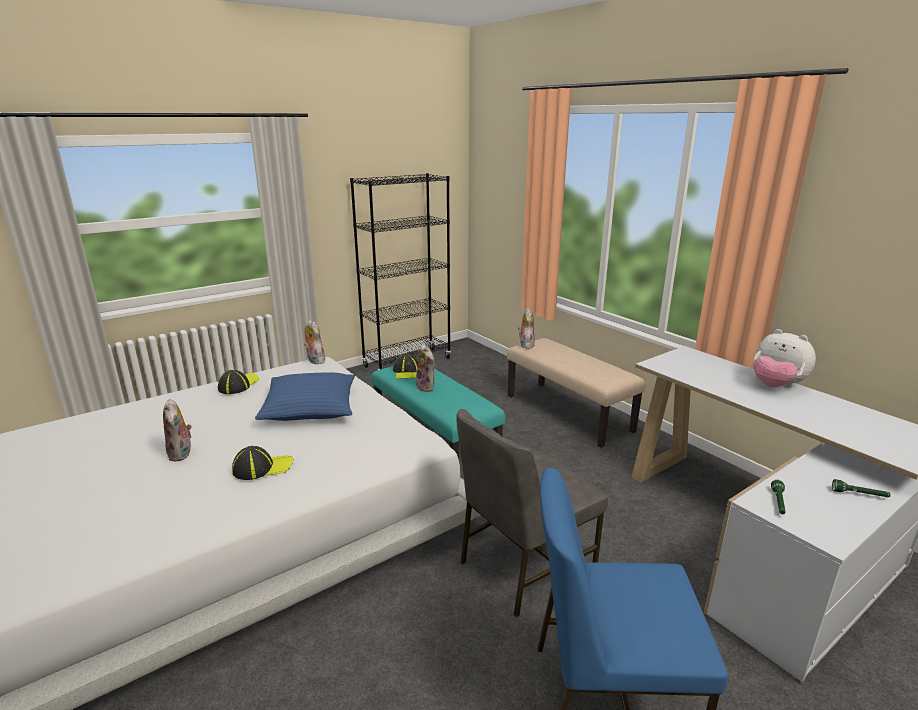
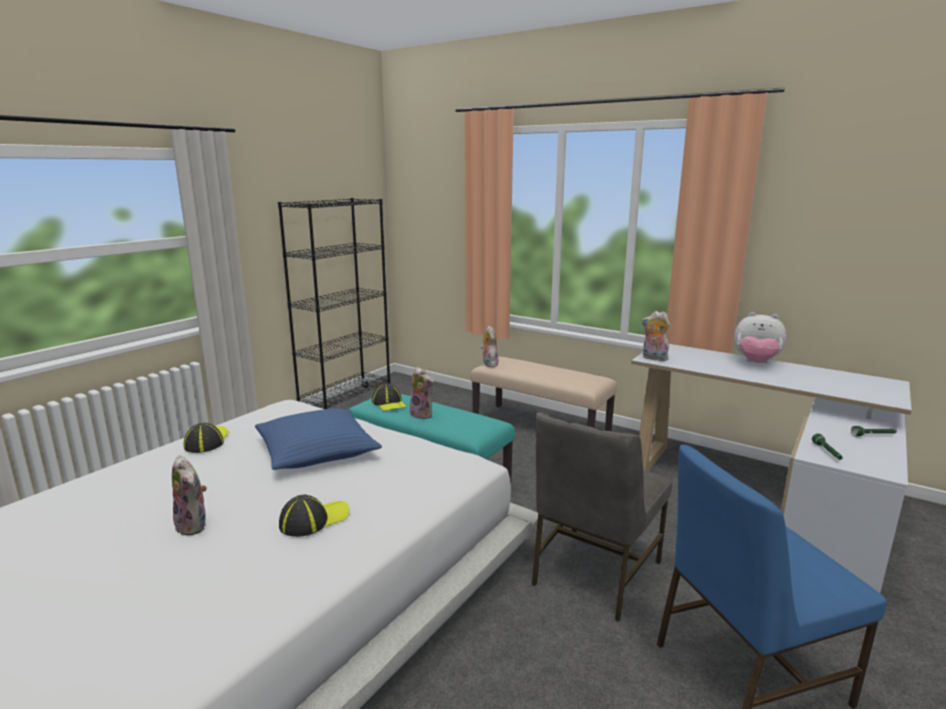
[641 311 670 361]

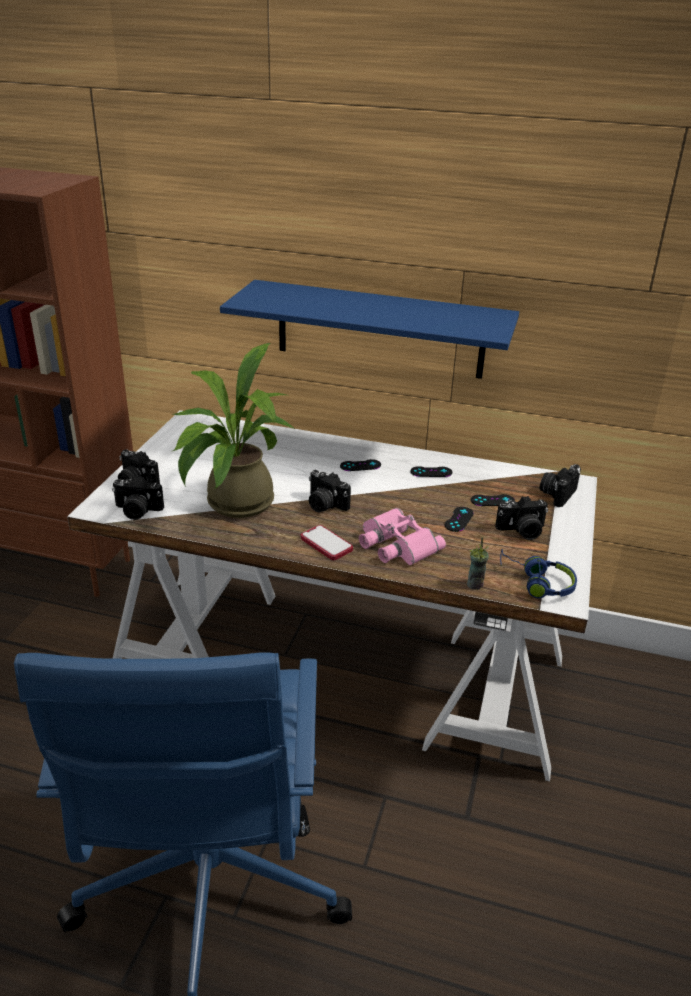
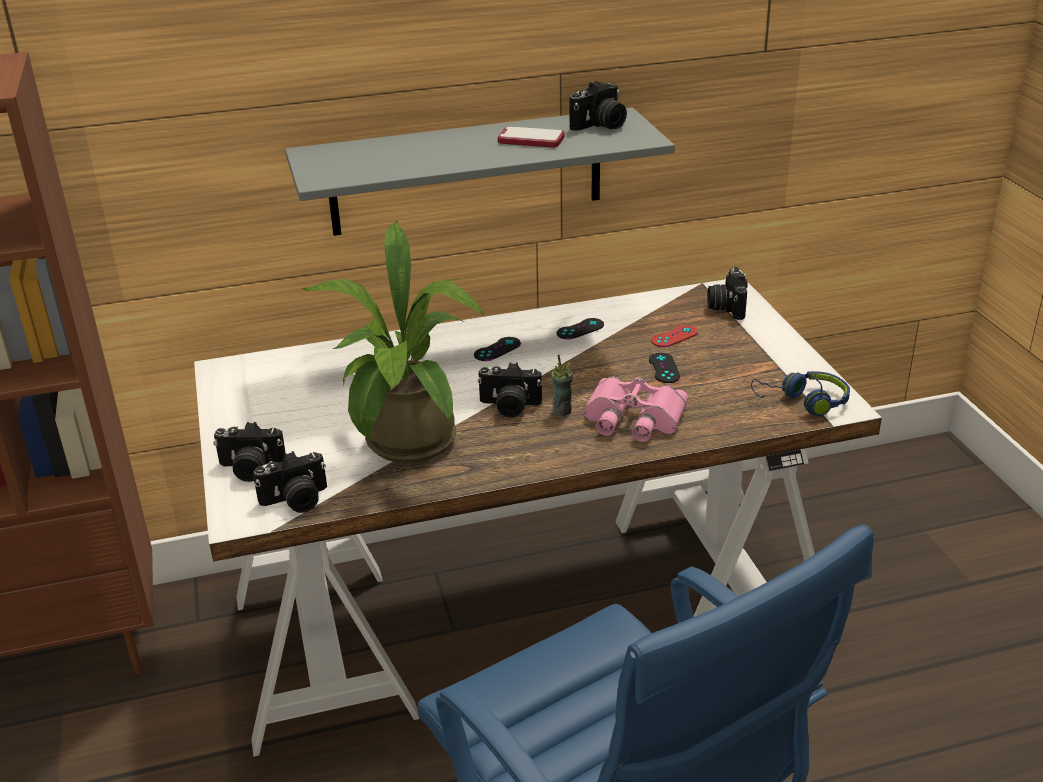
[285 107 675 236]
[498 127 565 147]
[552 355 573 416]
[651 325 698 347]
[569 81 627 131]

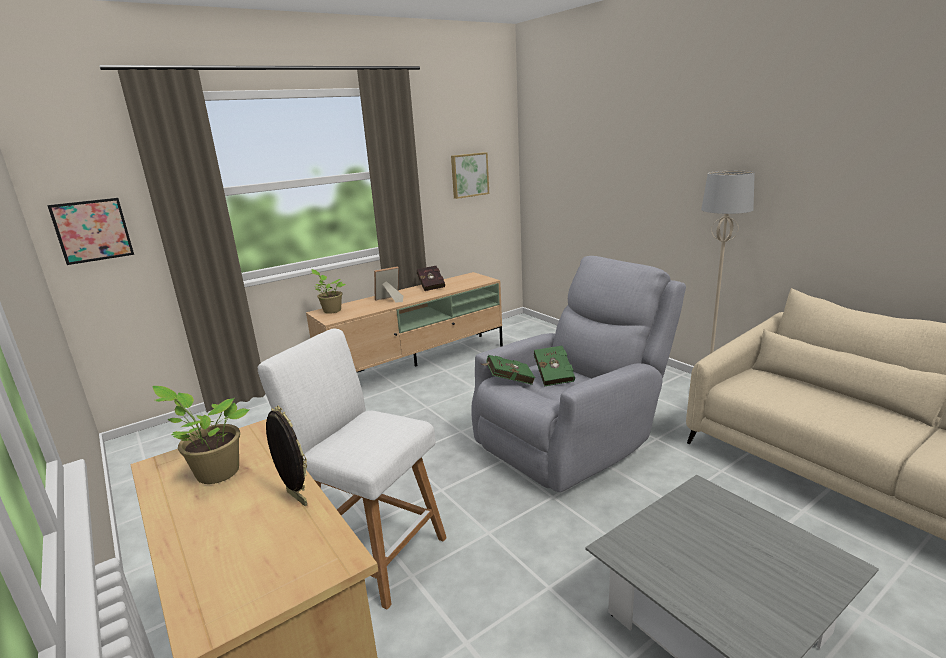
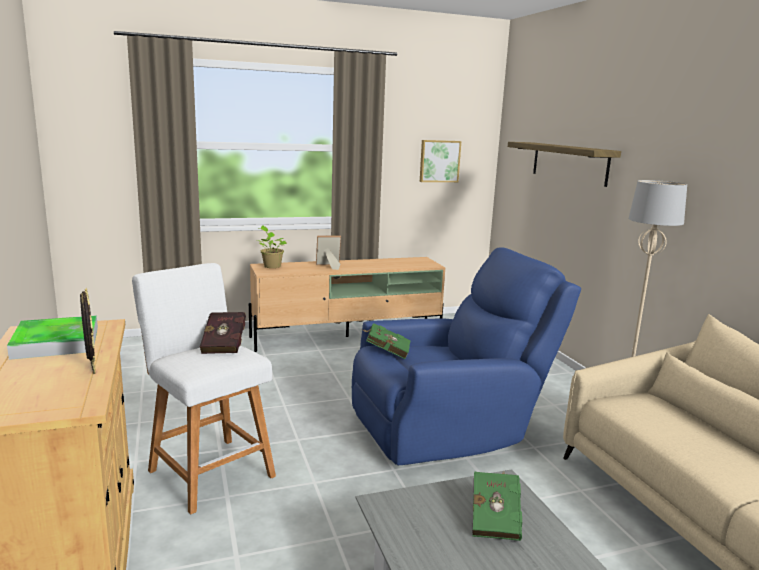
[47 198 134 265] (first image)
[7 315 98 360]
[200 312 246 354]
[352 247 581 465]
[473 472 522 541]
[508 142 621 187]

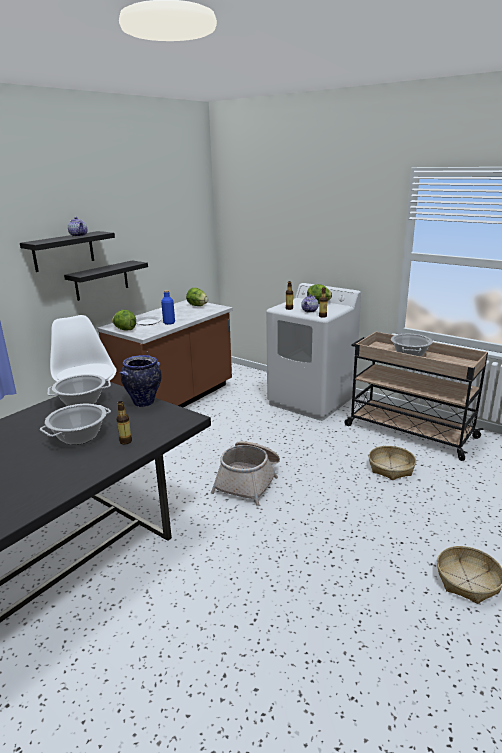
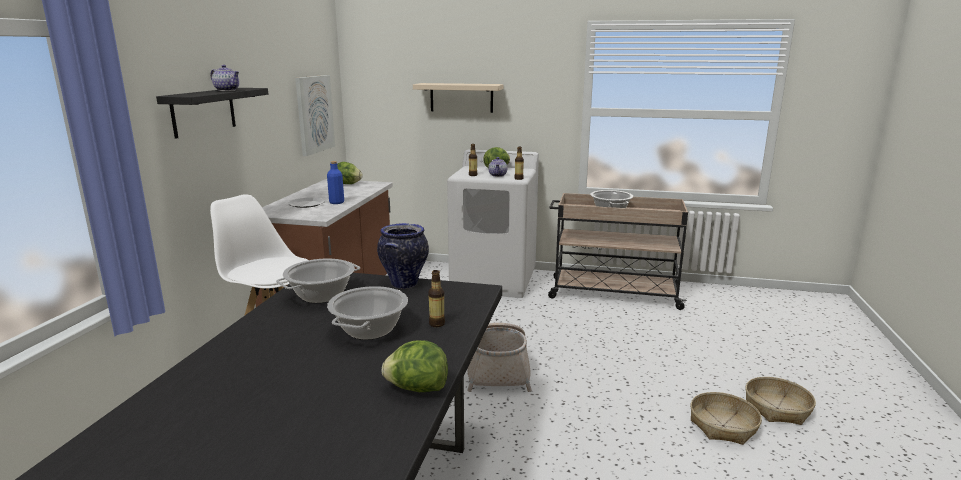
[64 261 148 301] (first image)
[382 340 448 392]
[690 392 762 445]
[295 75 335 156]
[413 83 504 113]

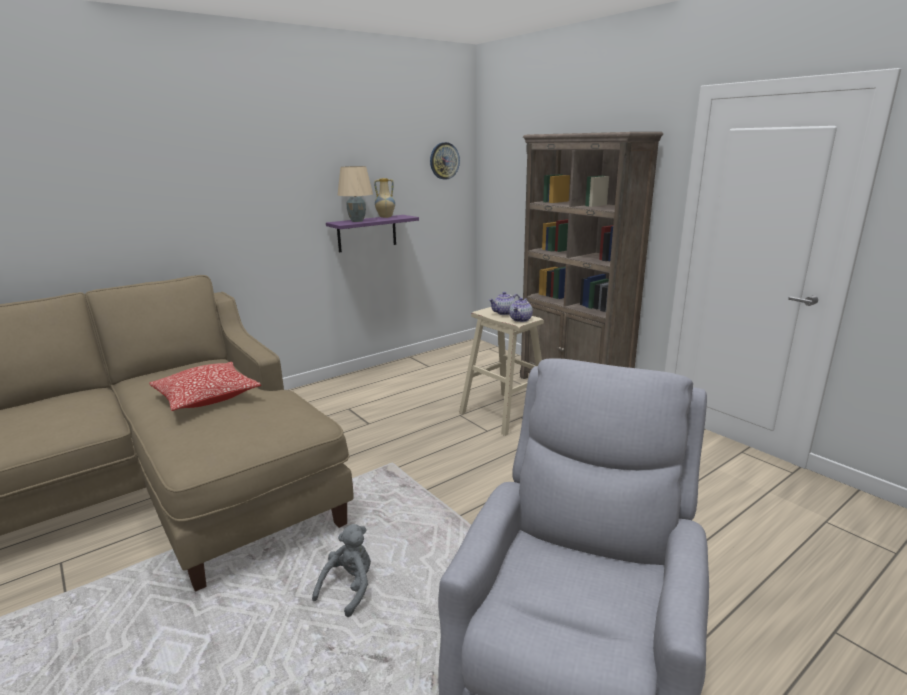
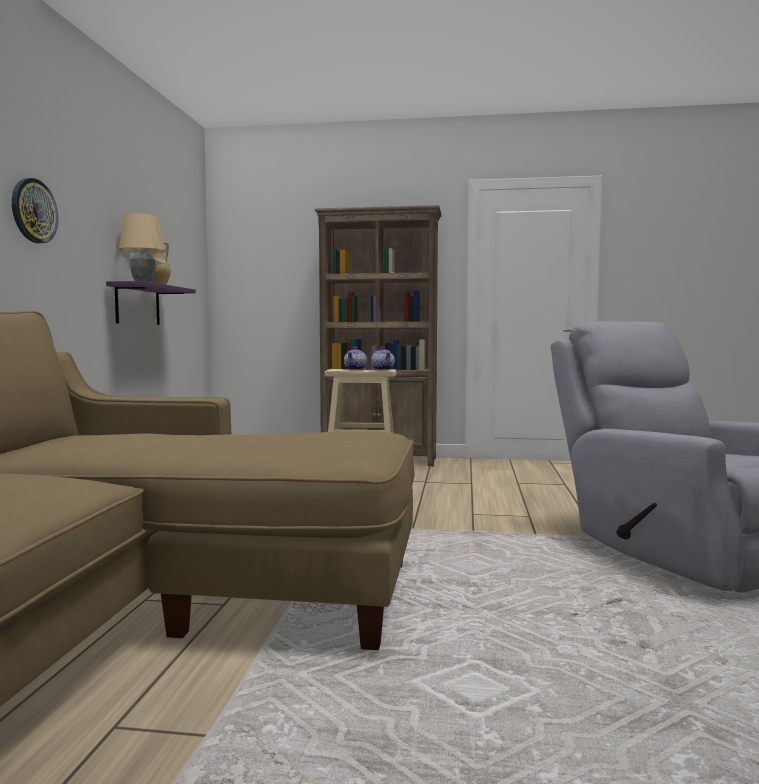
[149 362 261 411] (first image)
[312 524 371 617] (first image)
[12 178 58 243]

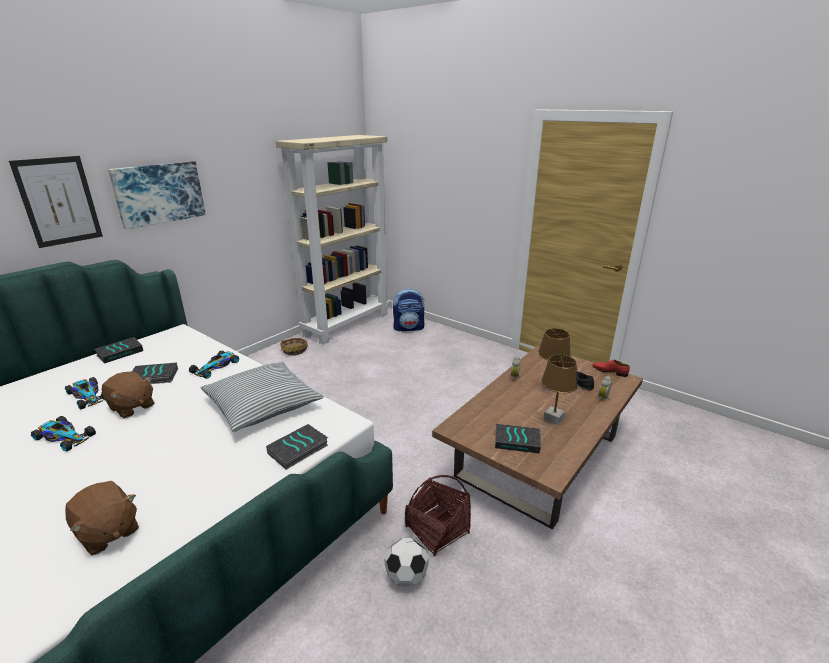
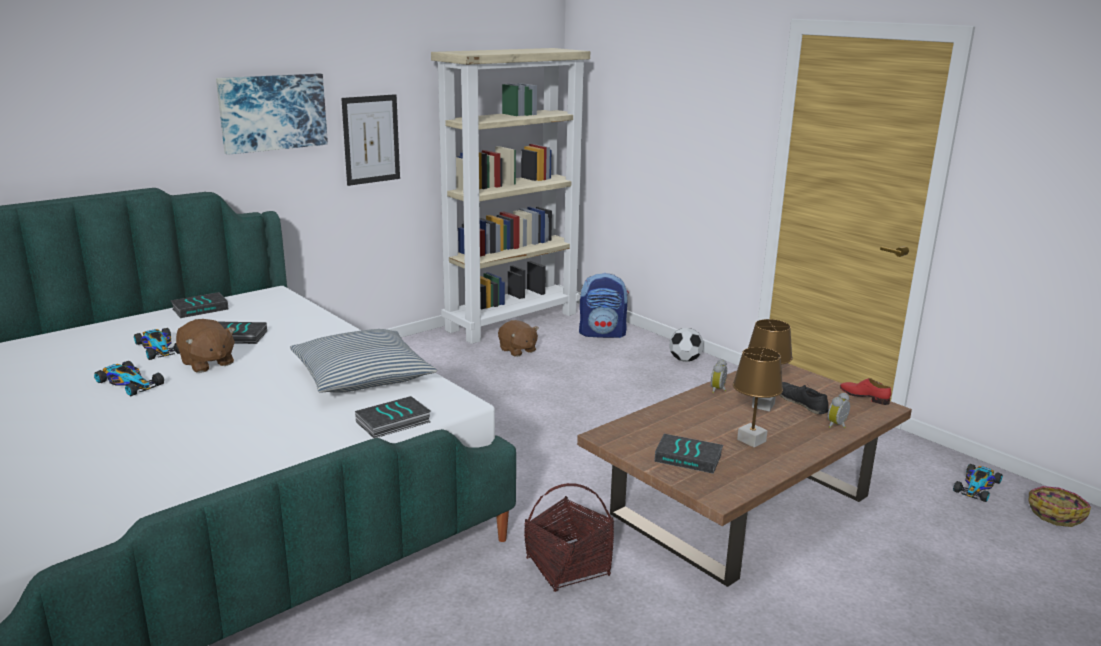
[341 94 400 186]
[498 320 539 357]
[953 464 1003 502]
[1029 486 1091 527]
[669 328 704 362]

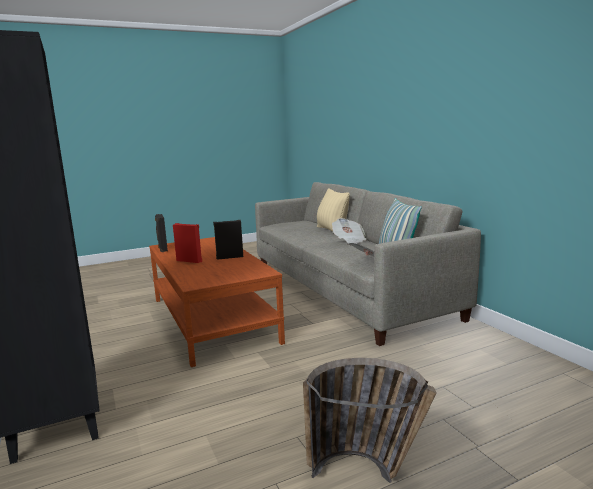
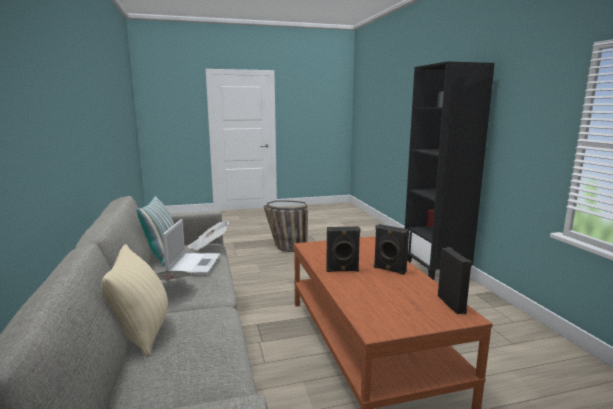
[374 224 409 275]
[162 219 220 275]

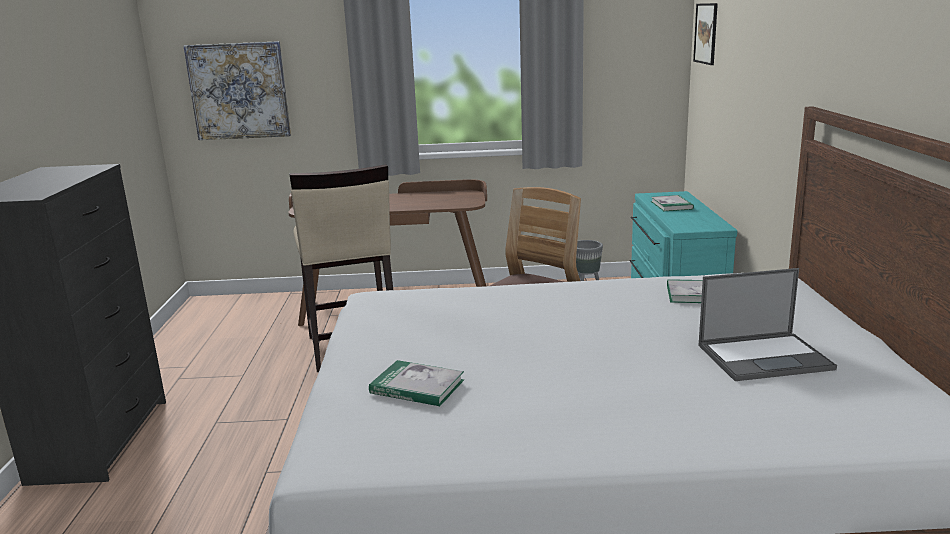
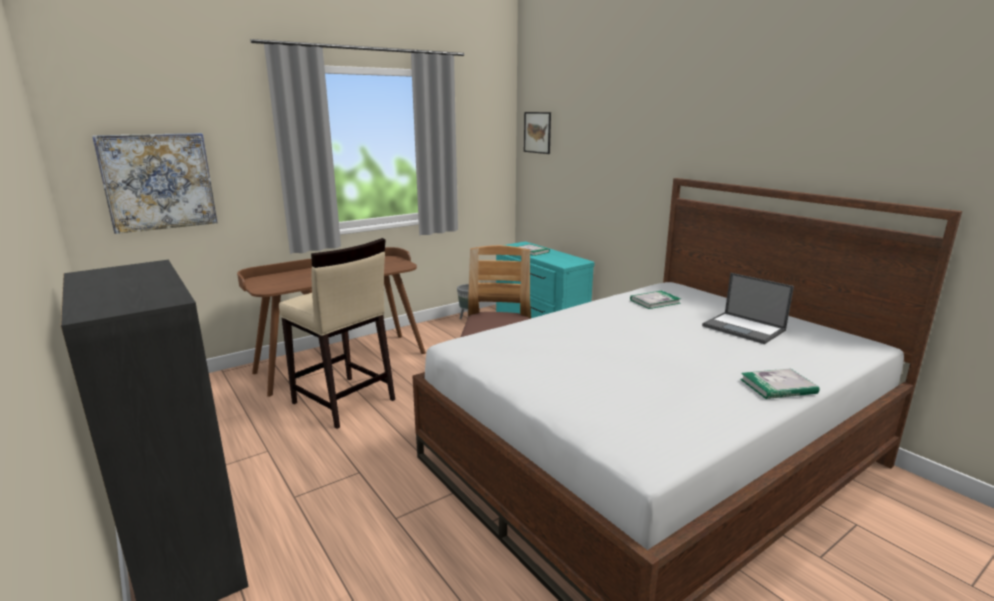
[740 369 819 399]
[702 273 794 344]

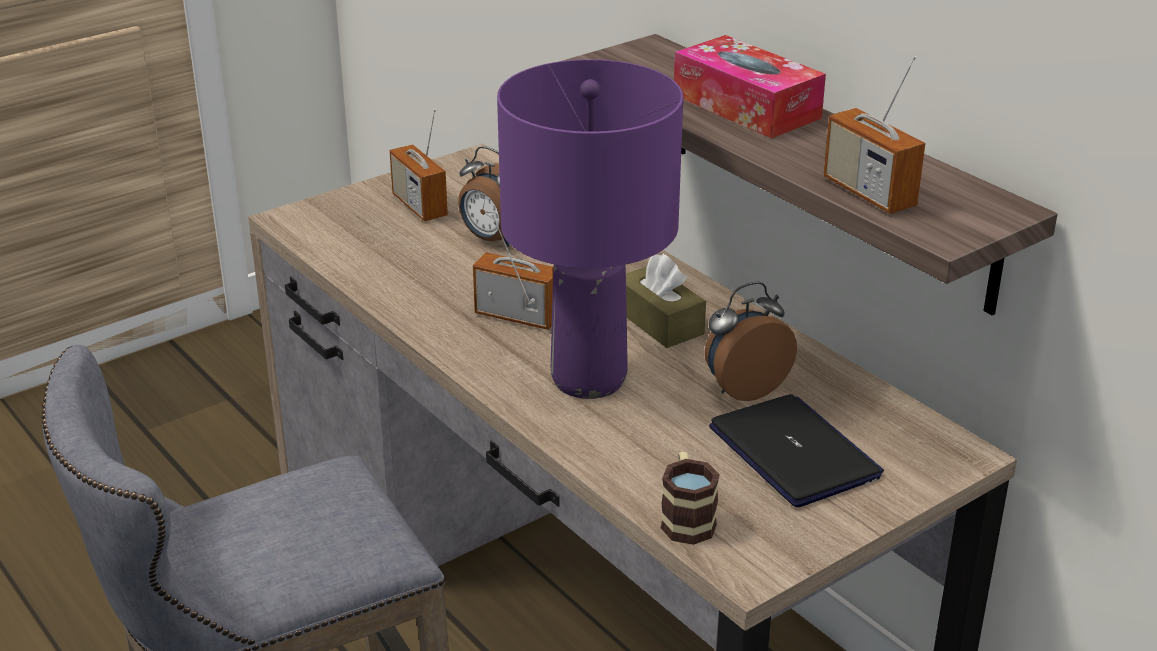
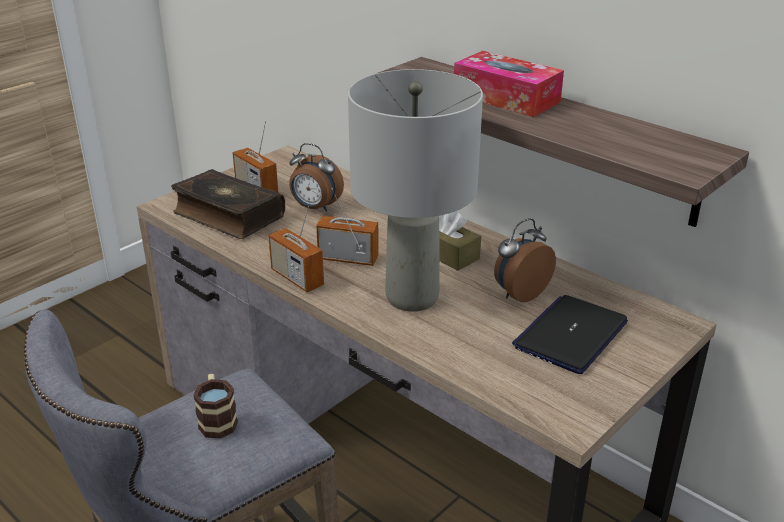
[348 69 483 312]
[193 374 238 439]
[512 295 628 374]
[268 200 324 292]
[171 169 285 239]

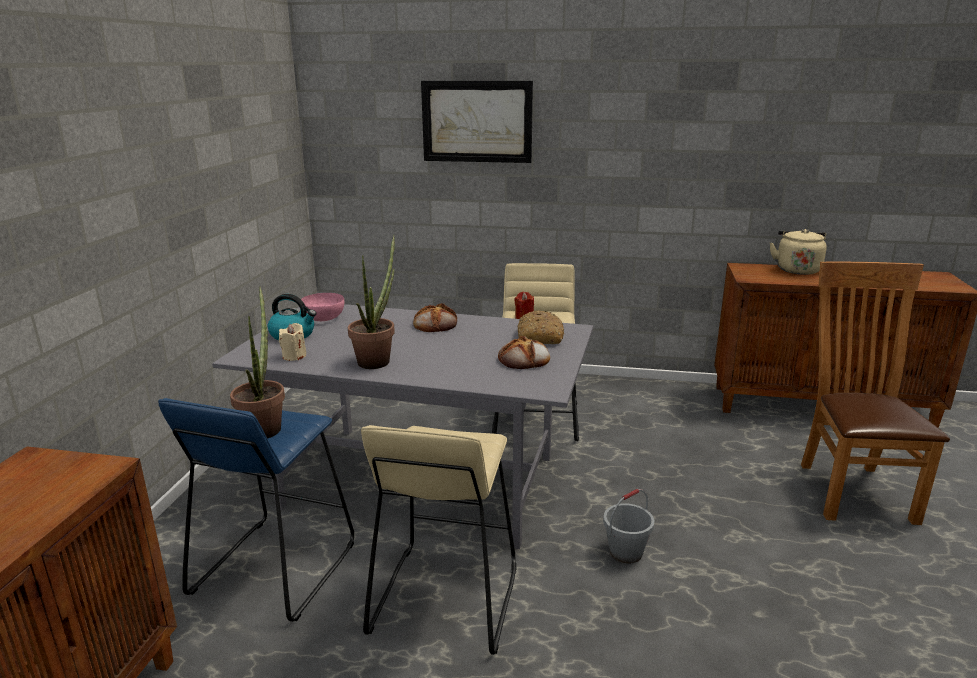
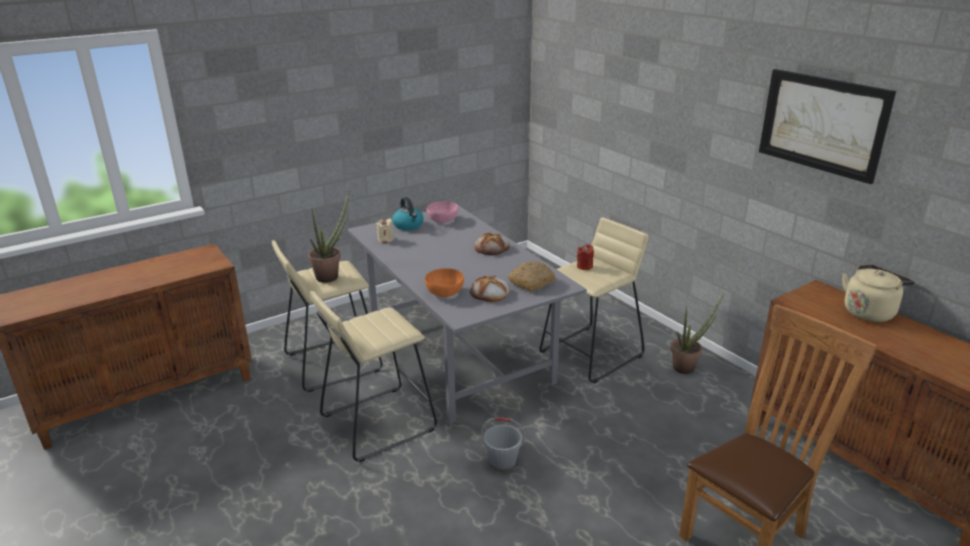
[272 240 382 392]
[671 293 724 374]
[759 69 896 184]
[425 268 464 297]

